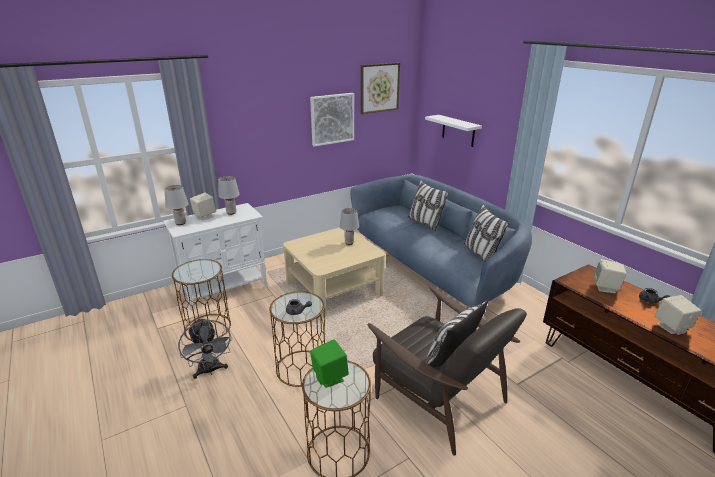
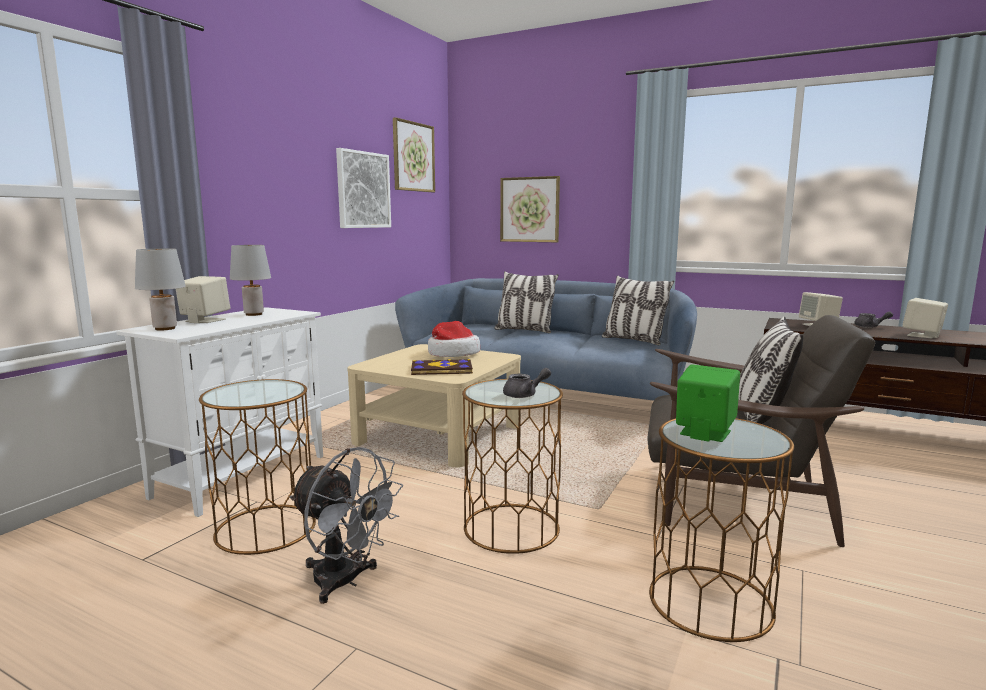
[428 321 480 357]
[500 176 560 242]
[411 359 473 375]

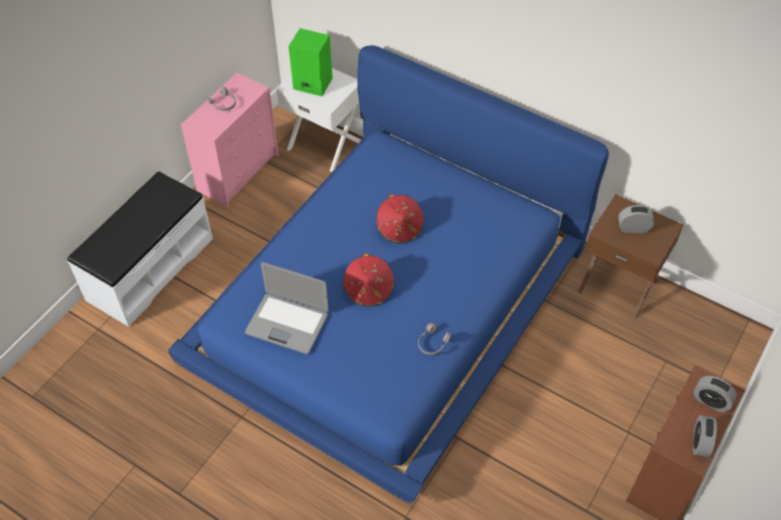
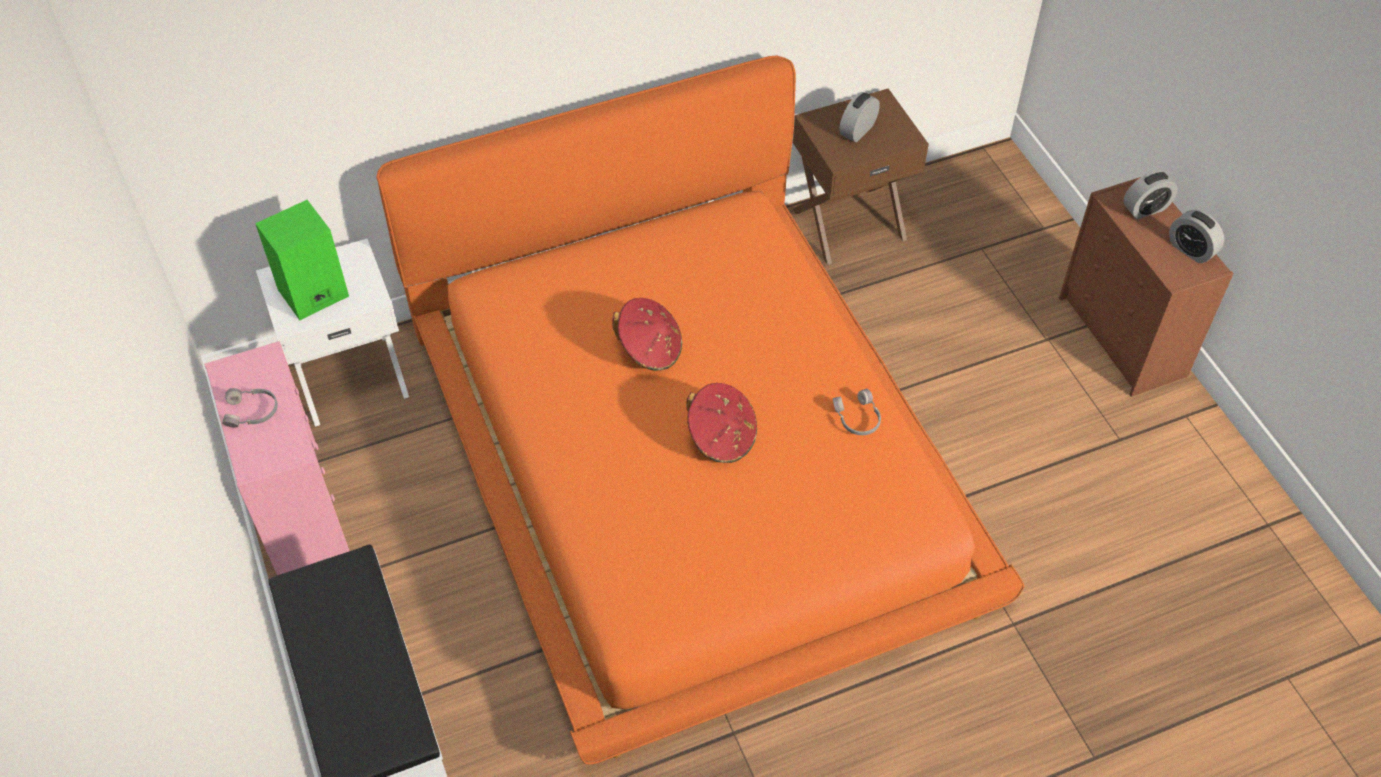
[376 56 1024 764]
[245 262 329 354] (first image)

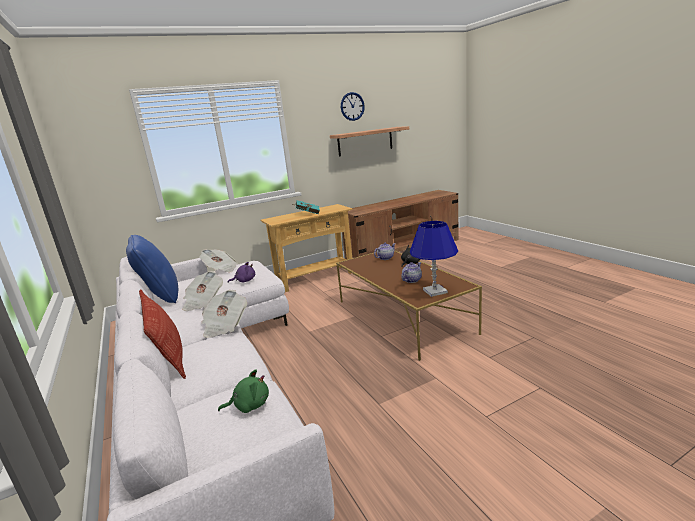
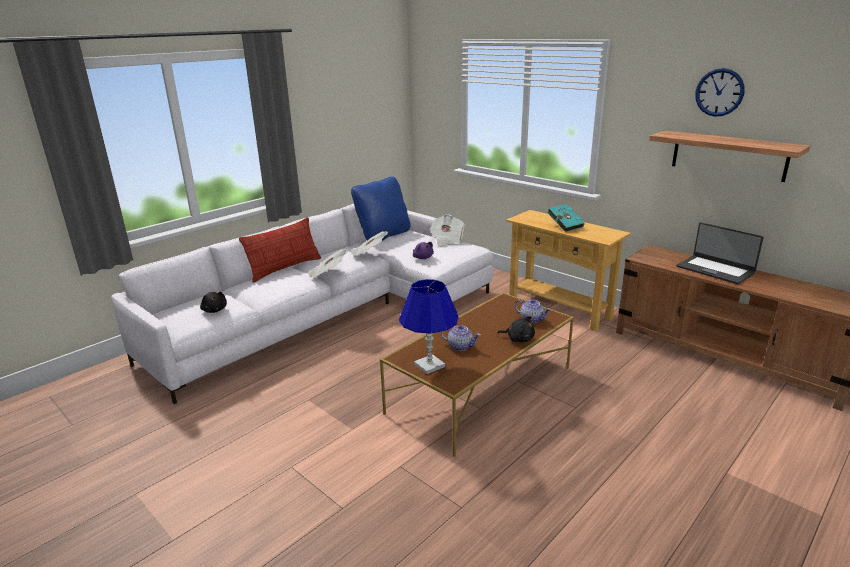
[200 292 227 313]
[676 222 764 284]

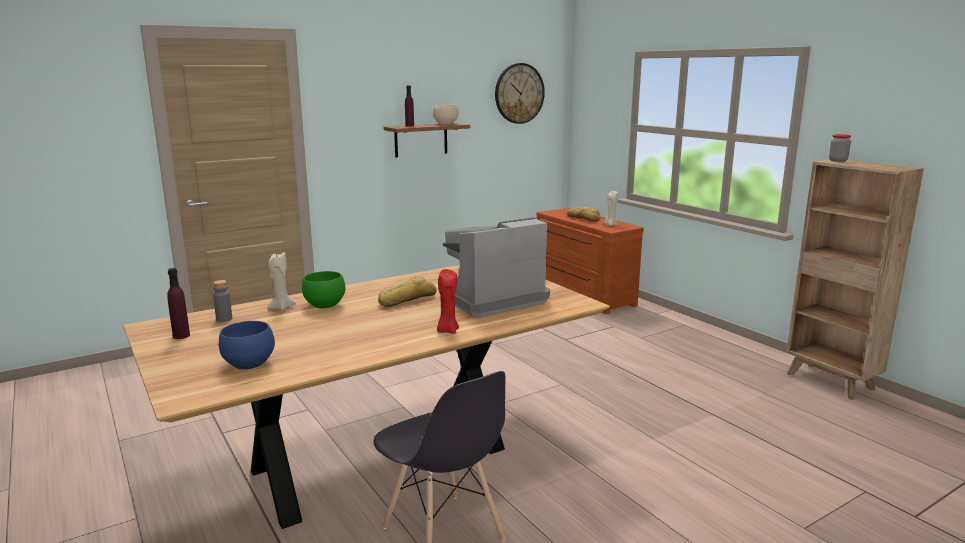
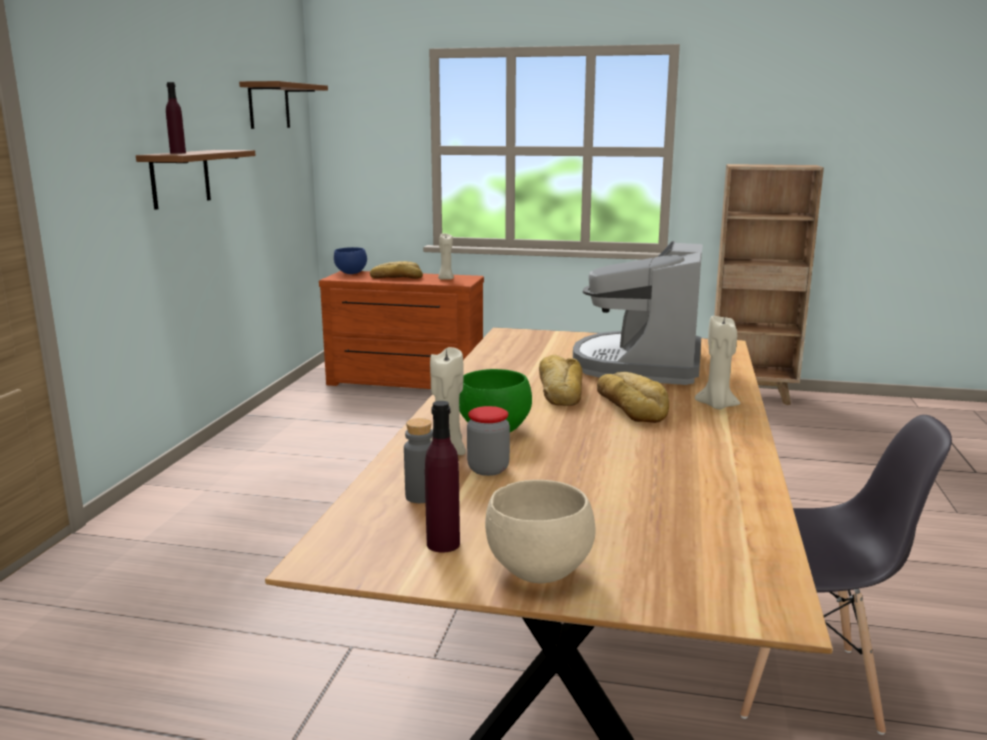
[334 247 367 274]
[485 480 596 584]
[695 316 740 409]
[239 81 328 129]
[467 406 510 476]
[597 372 669 423]

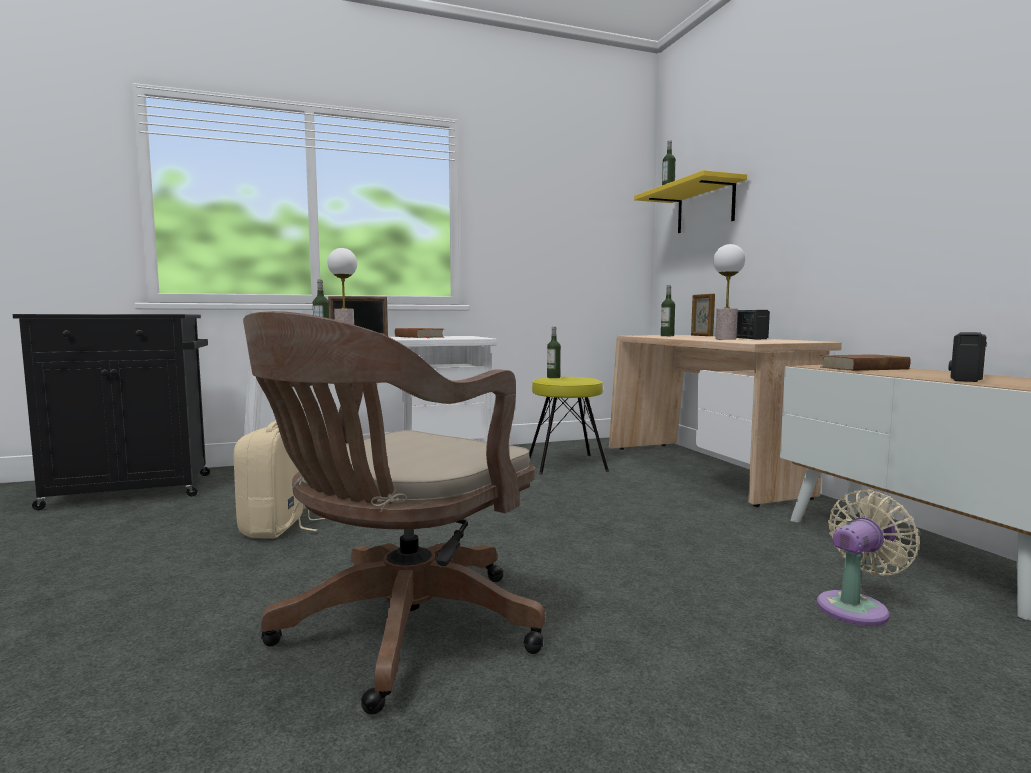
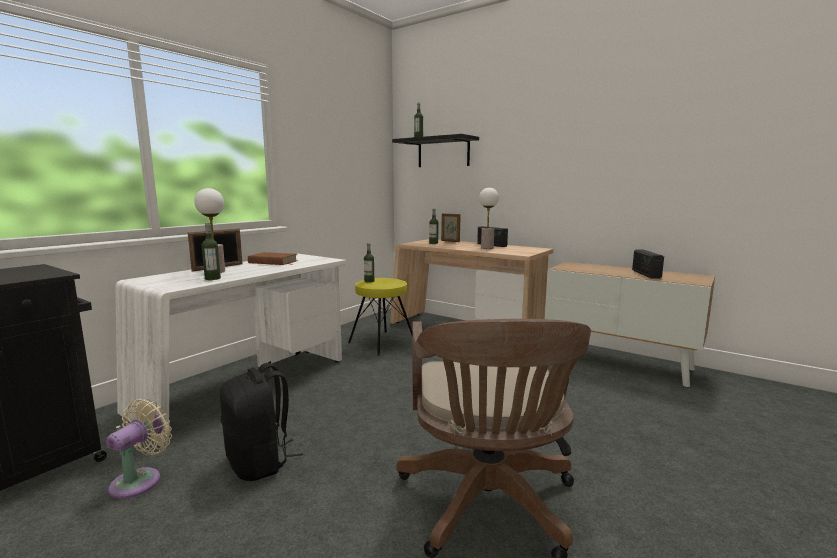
[219 363 303 481]
[392 134 479 167]
[106 399 172 499]
[820 354 911 371] (first image)

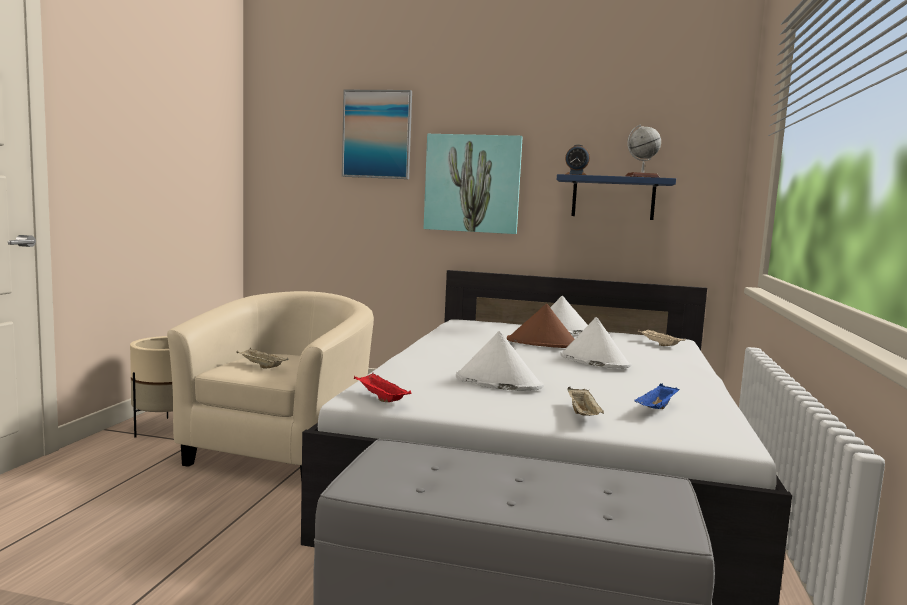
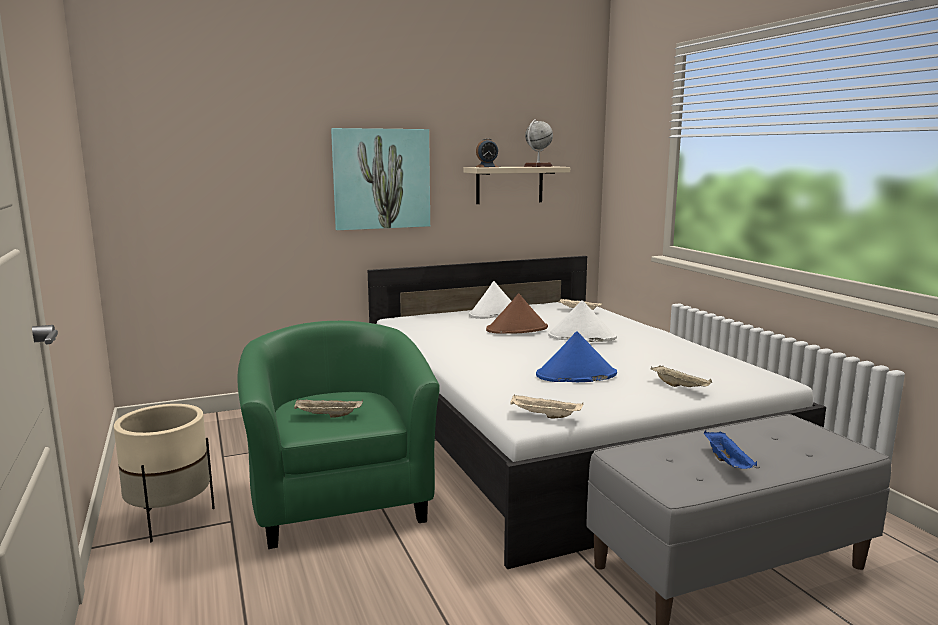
[237 321 440 549]
[342 90 412 179] (first image)
[510 395 583 418]
[536 331 617 382]
[464 166 570 204]
[704 430 757 469]

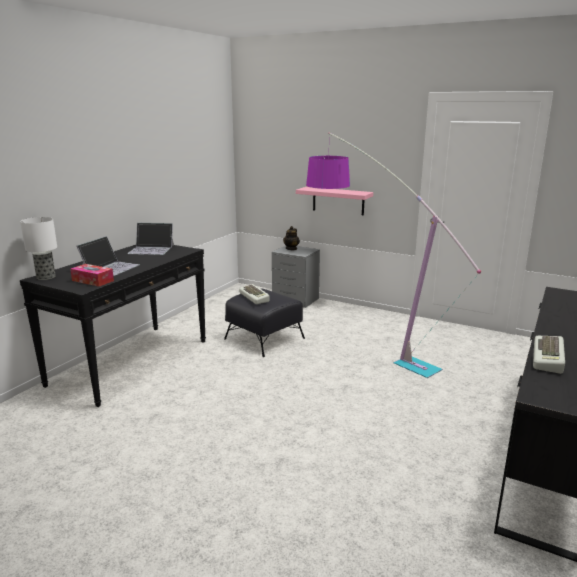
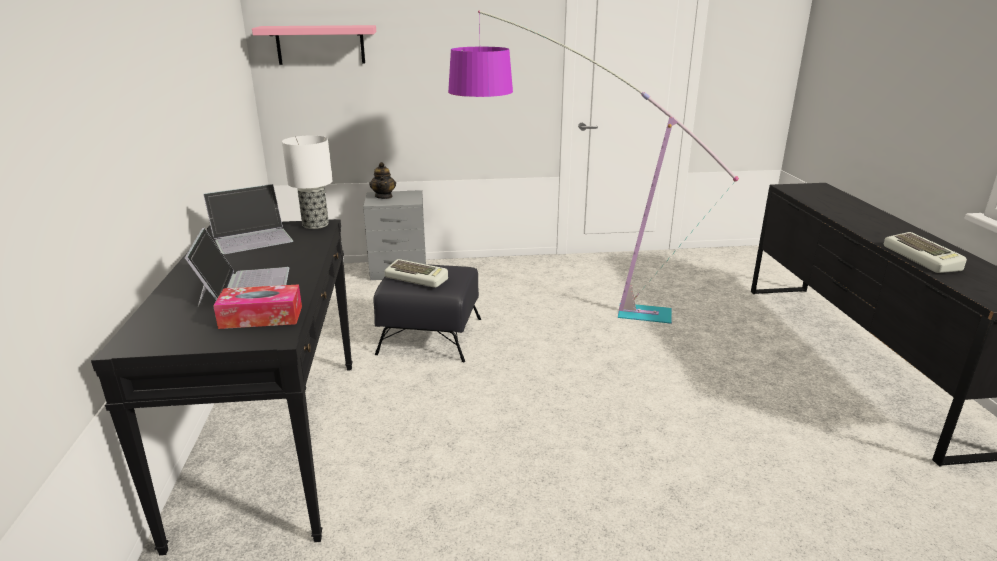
[282 135 333 229]
[252 25 376 65]

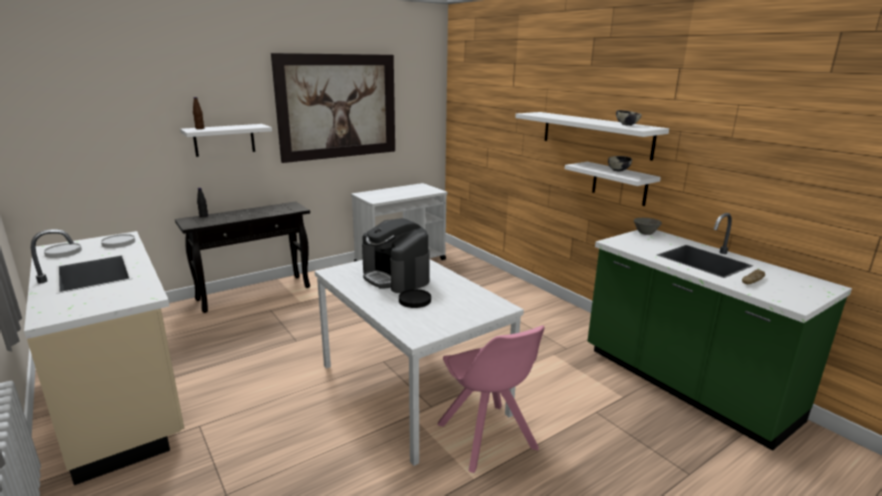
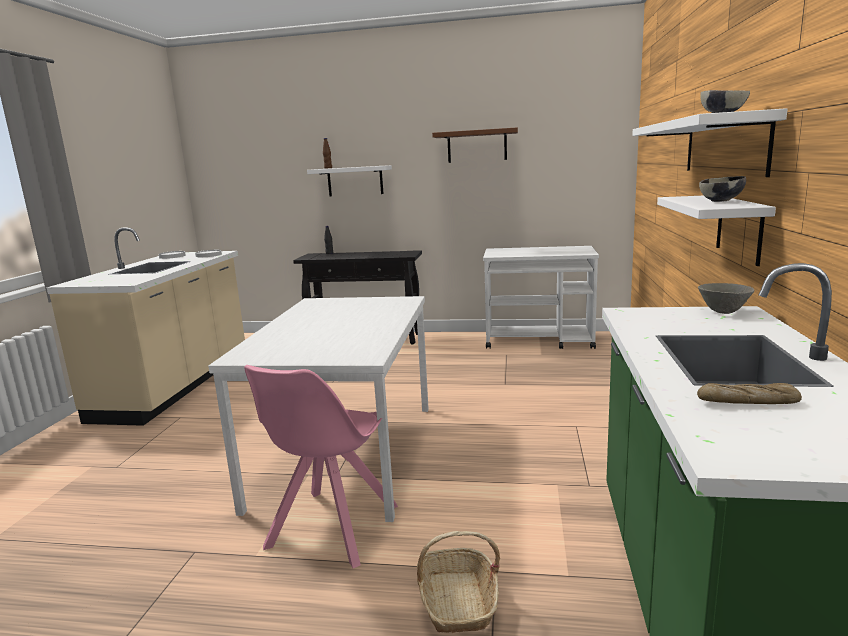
[432 128 518 163]
[362 218 430 293] (first image)
[399 289 431 308] (first image)
[417 531 500 633]

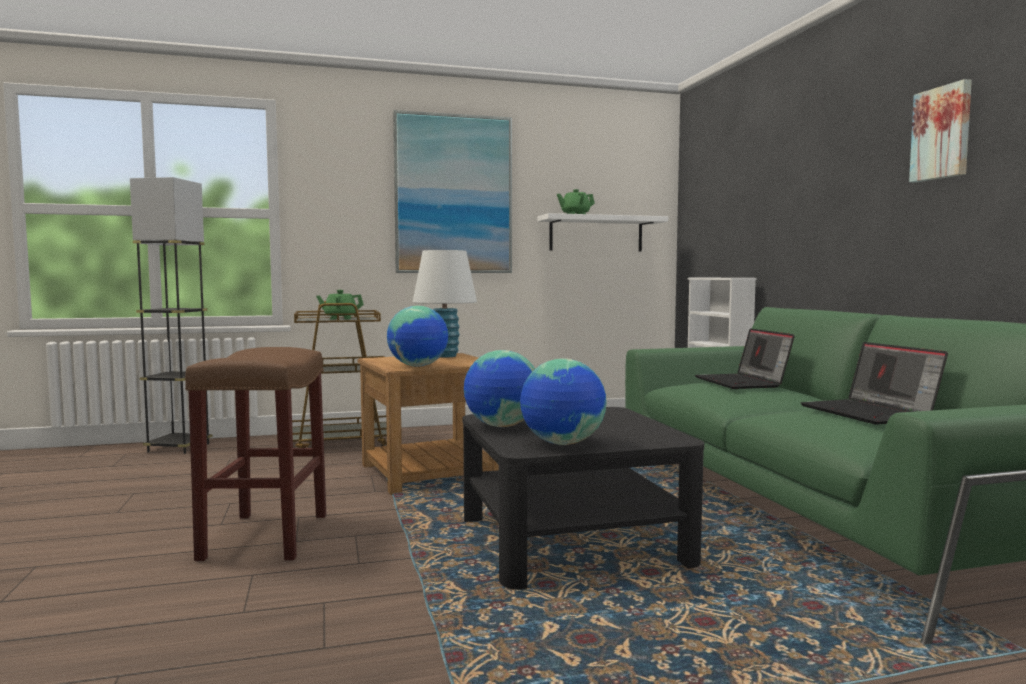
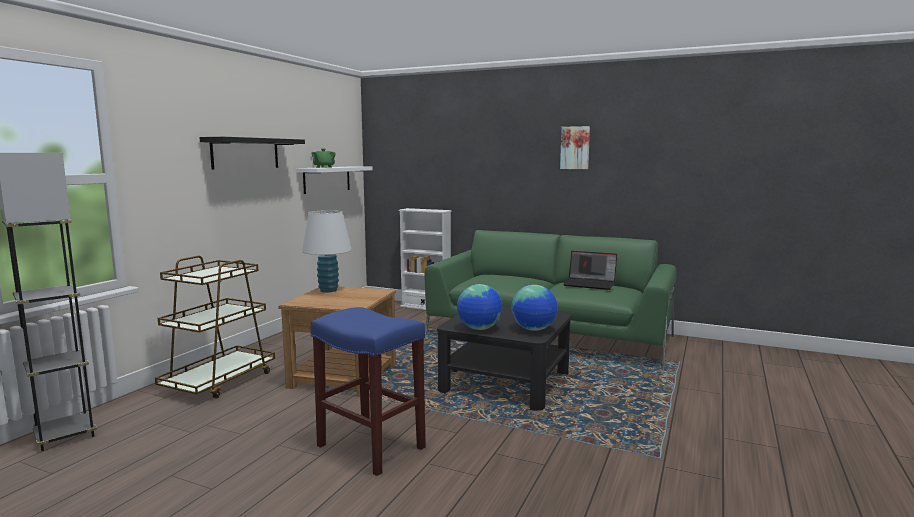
[311 307 426 476]
[316 290 364 320] (first image)
[387 305 448 367] (first image)
[199 137 305 170]
[695 328 795 389] (first image)

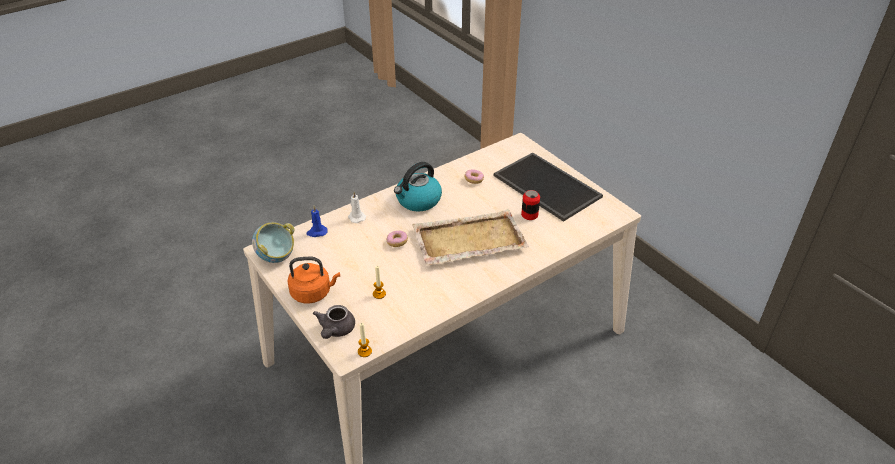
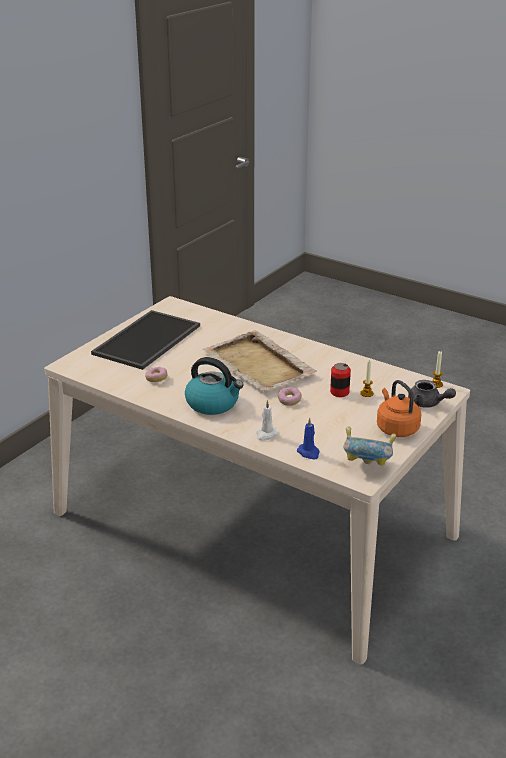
[408 380 456 408]
[330 363 351 397]

